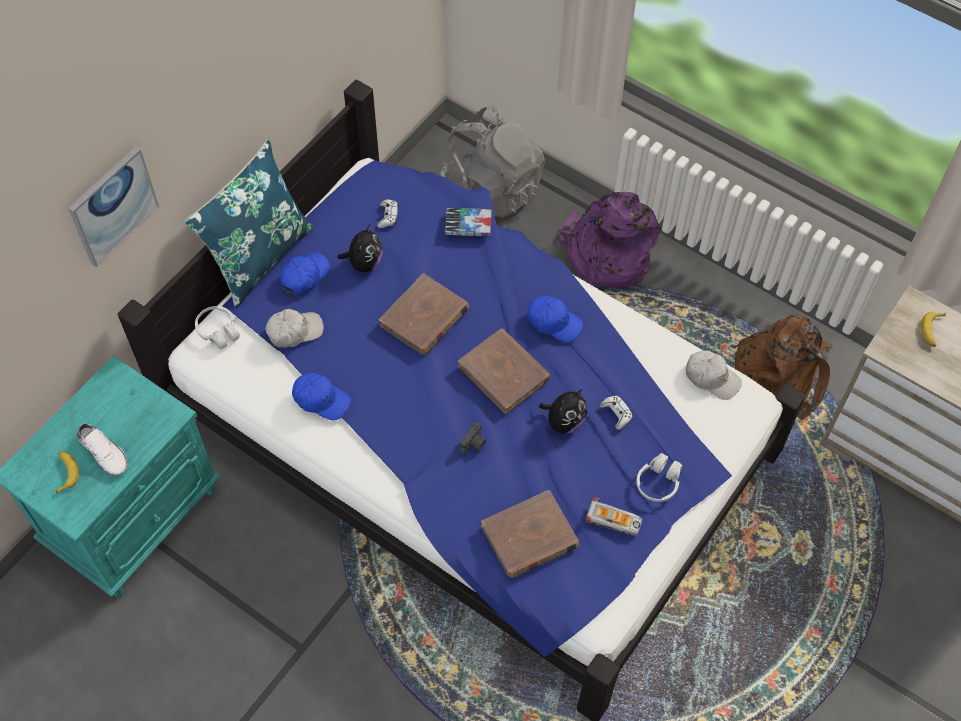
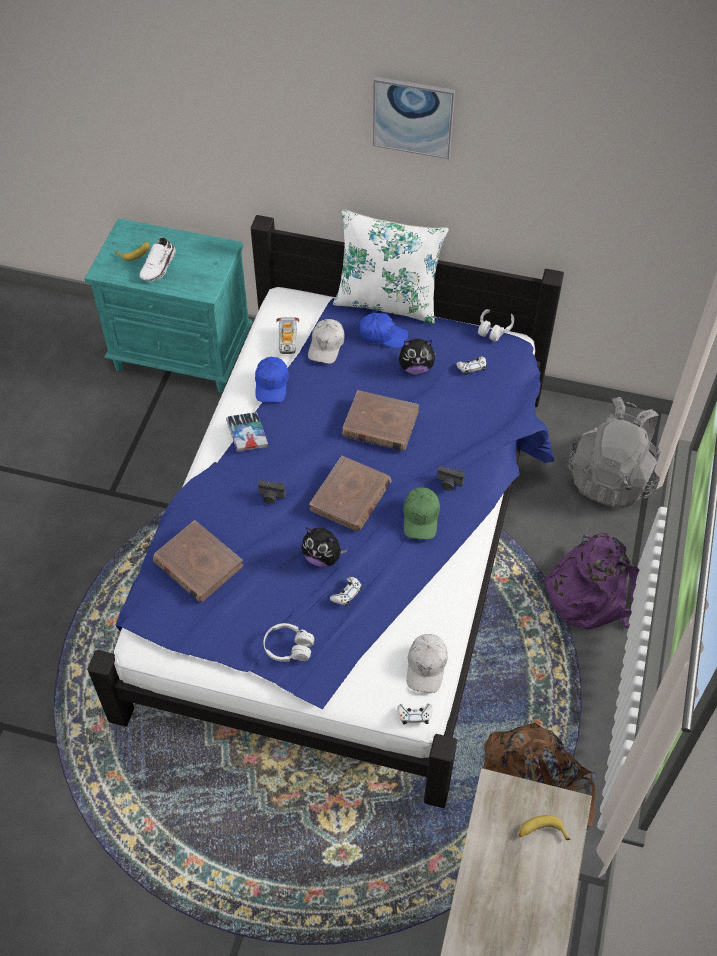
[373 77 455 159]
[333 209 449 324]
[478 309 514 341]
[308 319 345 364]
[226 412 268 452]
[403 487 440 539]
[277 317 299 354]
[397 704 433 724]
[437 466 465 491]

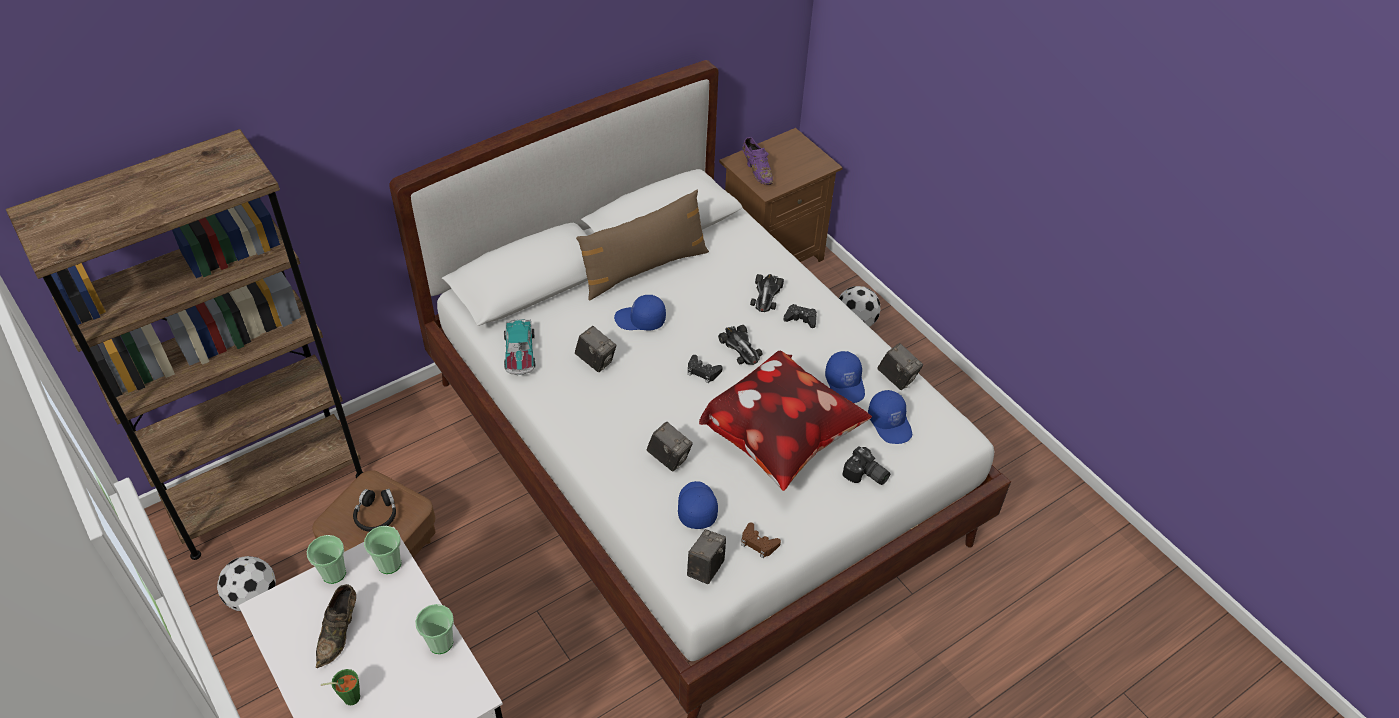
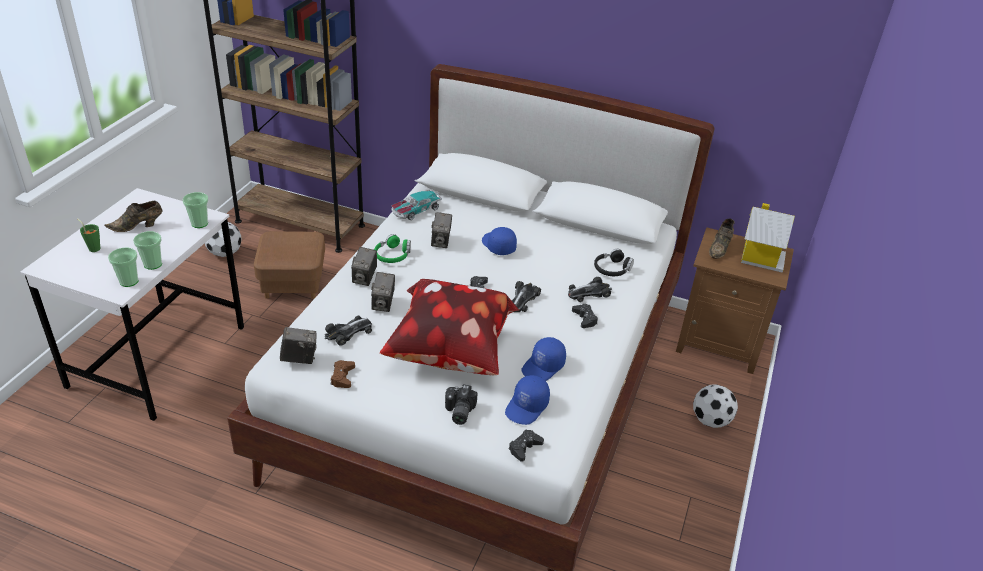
[108 248 139 287]
[594 249 634 276]
[576 190 709 301] (first image)
[325 316 372 346]
[709 219 735 259]
[351 247 377 286]
[374 234 411 263]
[509 430 544 462]
[741 203 795 273]

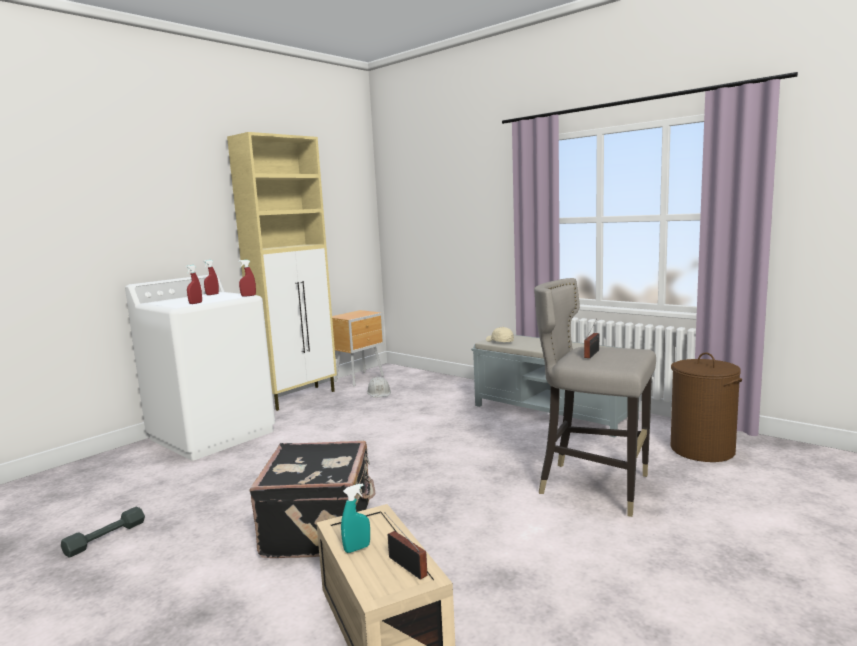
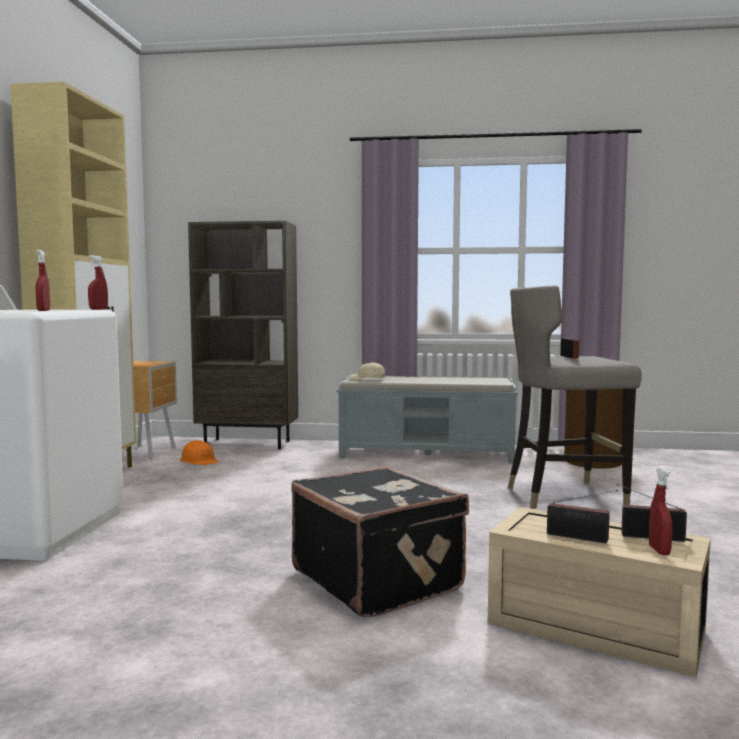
[61 507 145 558] (first image)
[649 467 673 555]
[547 490 618 543]
[180 440 219 465]
[188 221 298 449]

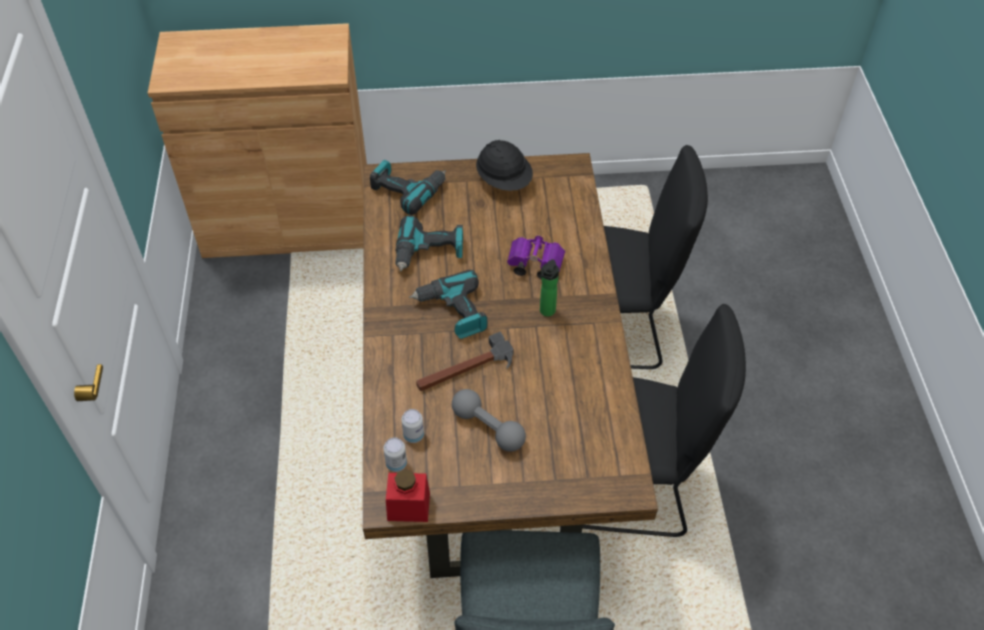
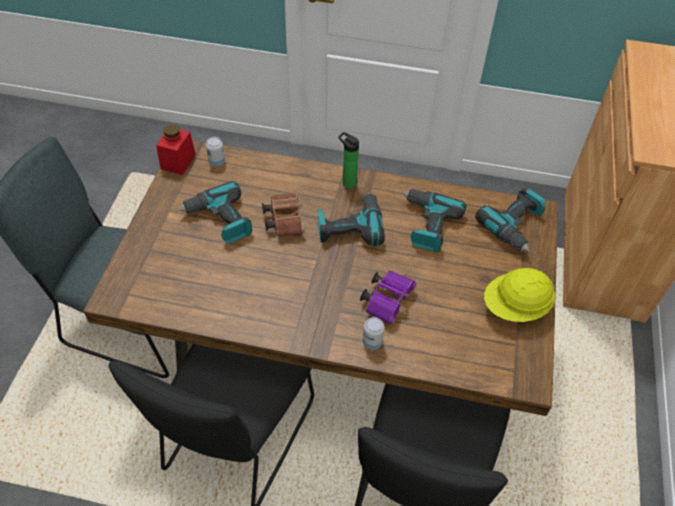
[363 317 385 350]
[262 192 305 237]
[177 181 252 244]
[484 268 555 322]
[338 132 359 189]

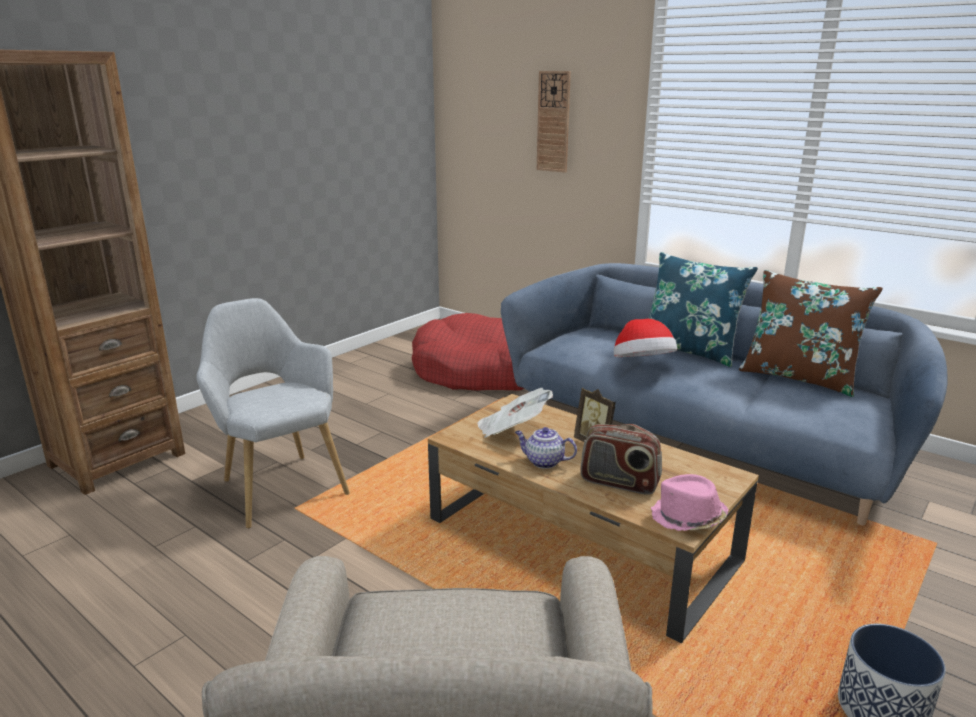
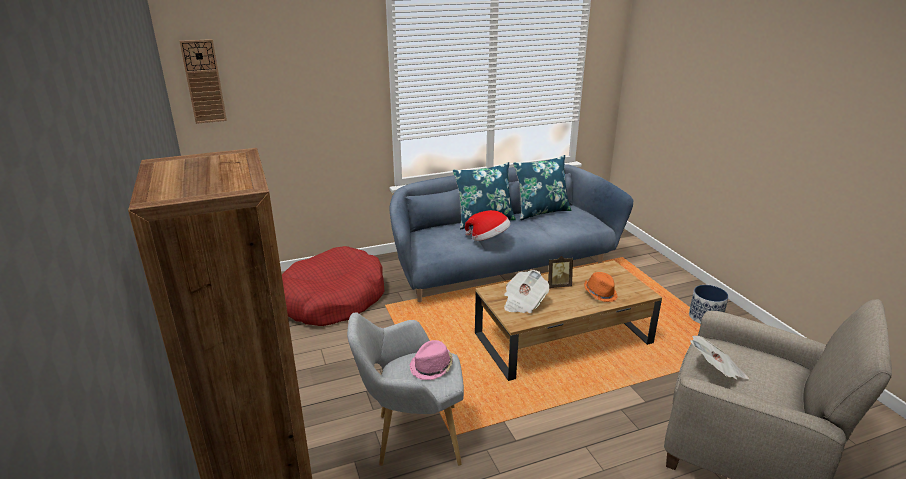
[515 427 577 469] (first image)
[179 39 227 124]
[584 272 618 302]
[410 340 453 380]
[513 155 571 220]
[690 336 749 379]

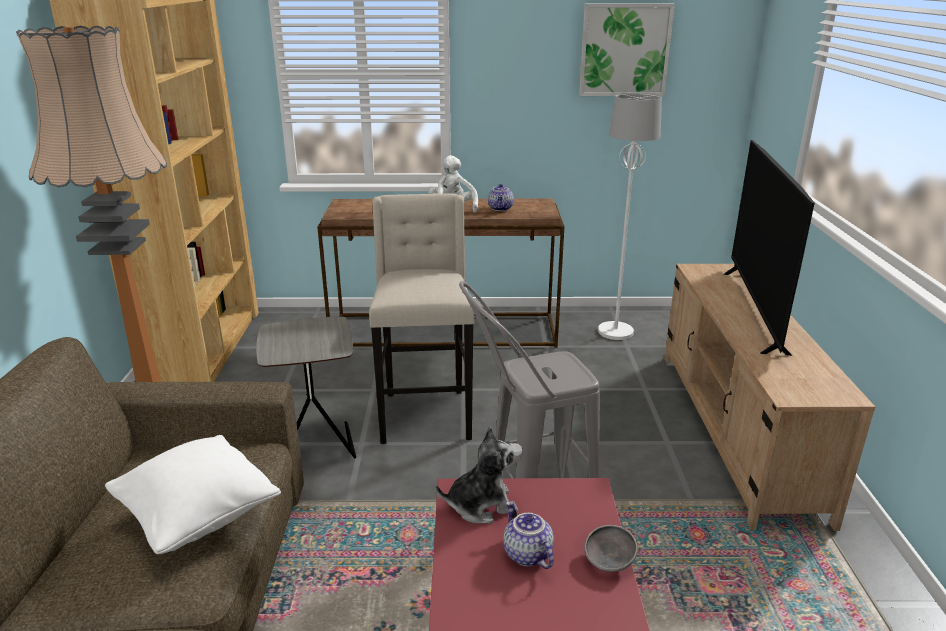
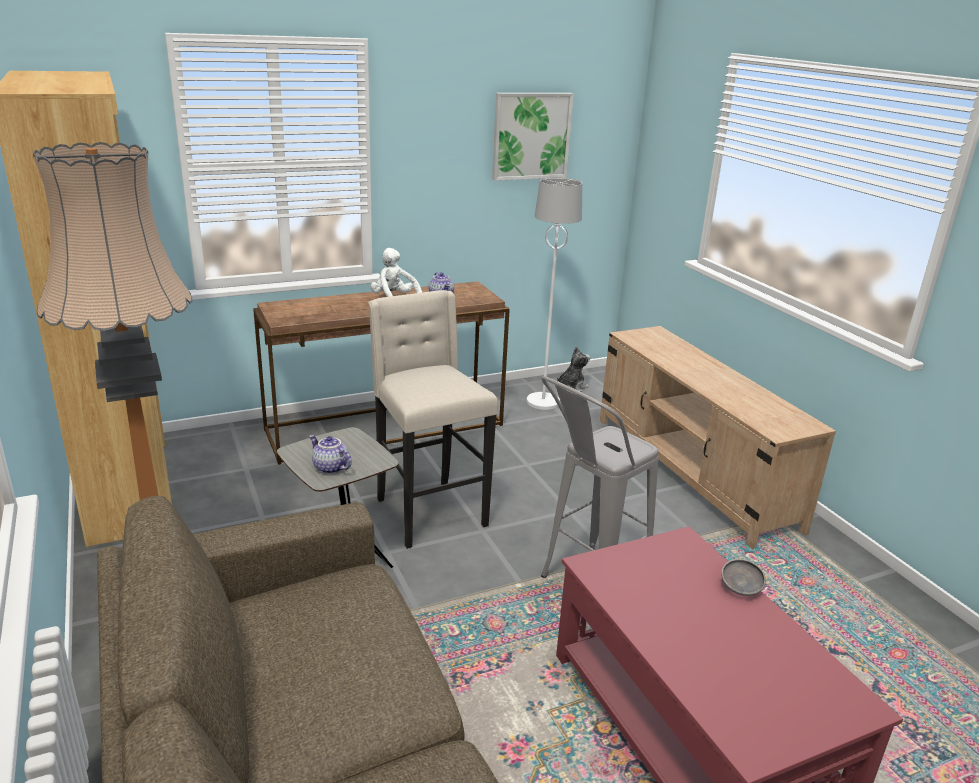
[105 435 281 554] (first image)
[557 347 590 392]
[309 435 352 474]
[724 140 815 356] (first image)

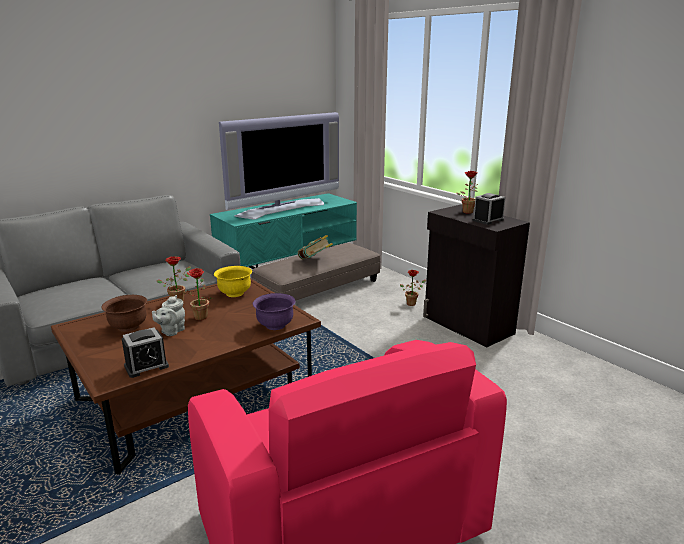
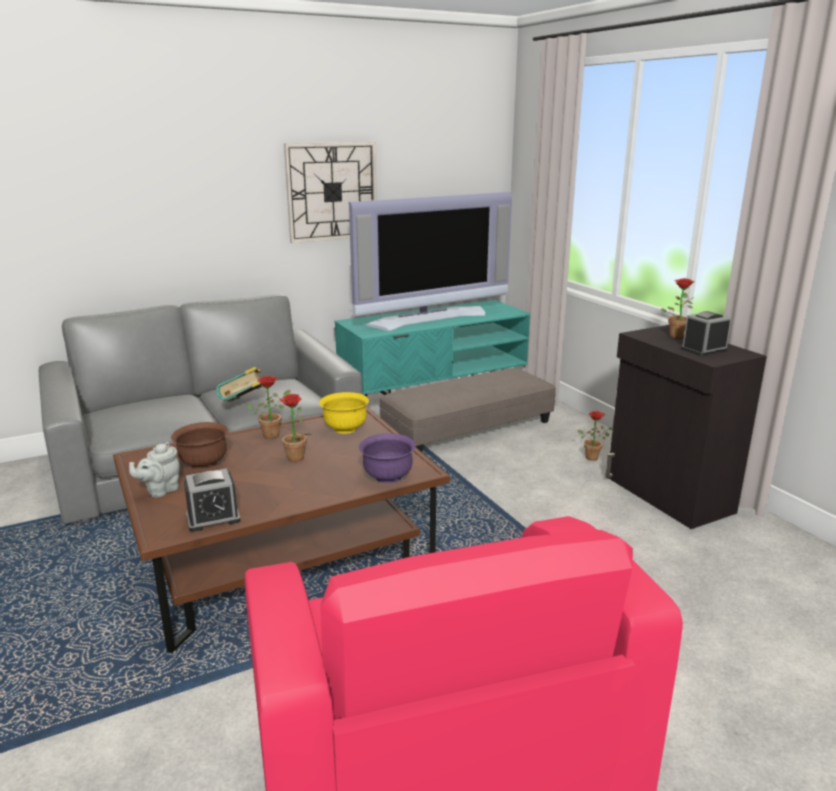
[129 442 180 497]
[216 367 263 402]
[284 142 377 243]

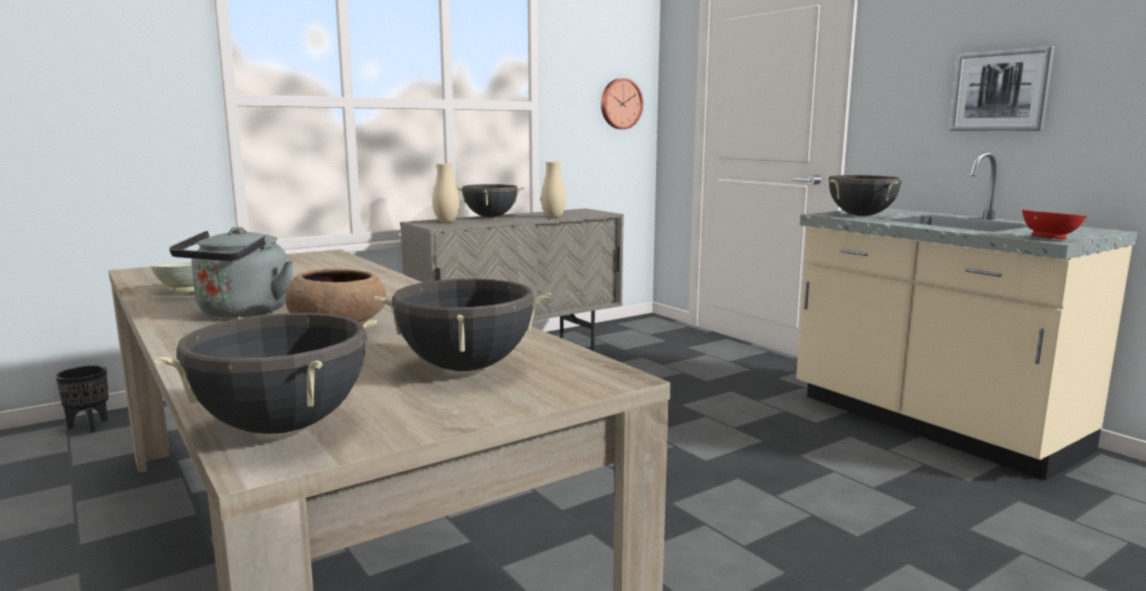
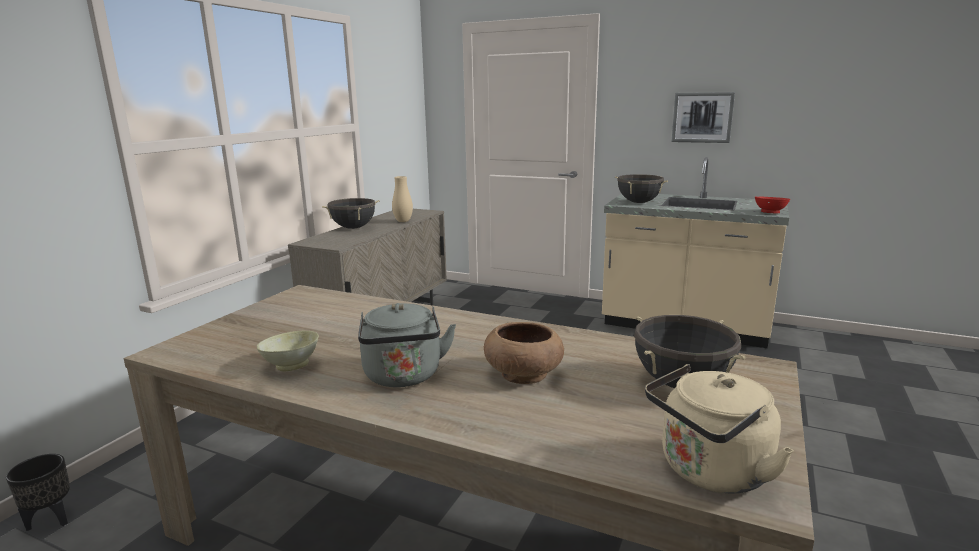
[645 364 794 494]
[432 163 459 223] (first image)
[601 78 643 129] (first image)

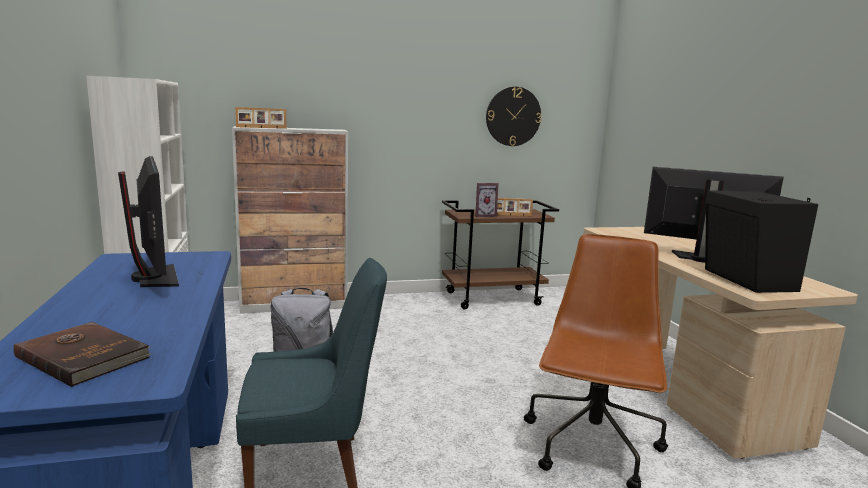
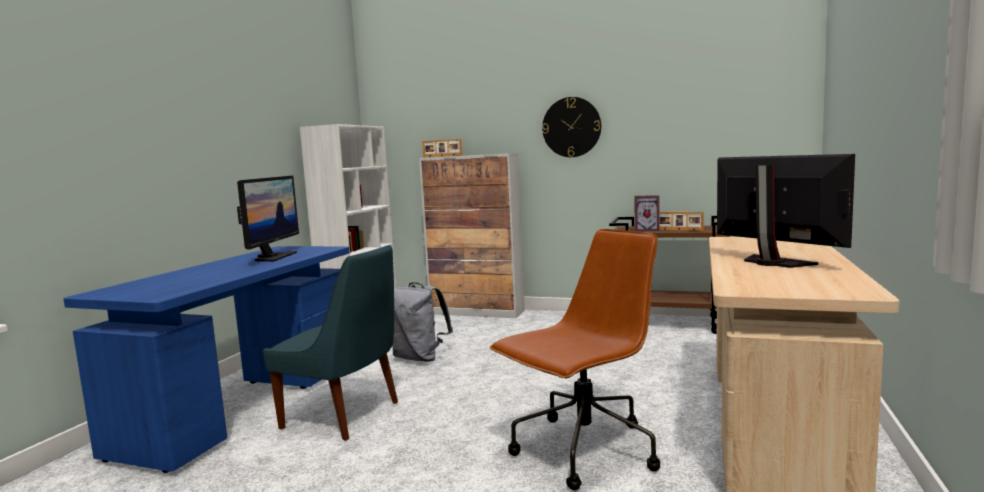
[13 322 151 387] (first image)
[542 97 601 157]
[705 189 818 293] (first image)

